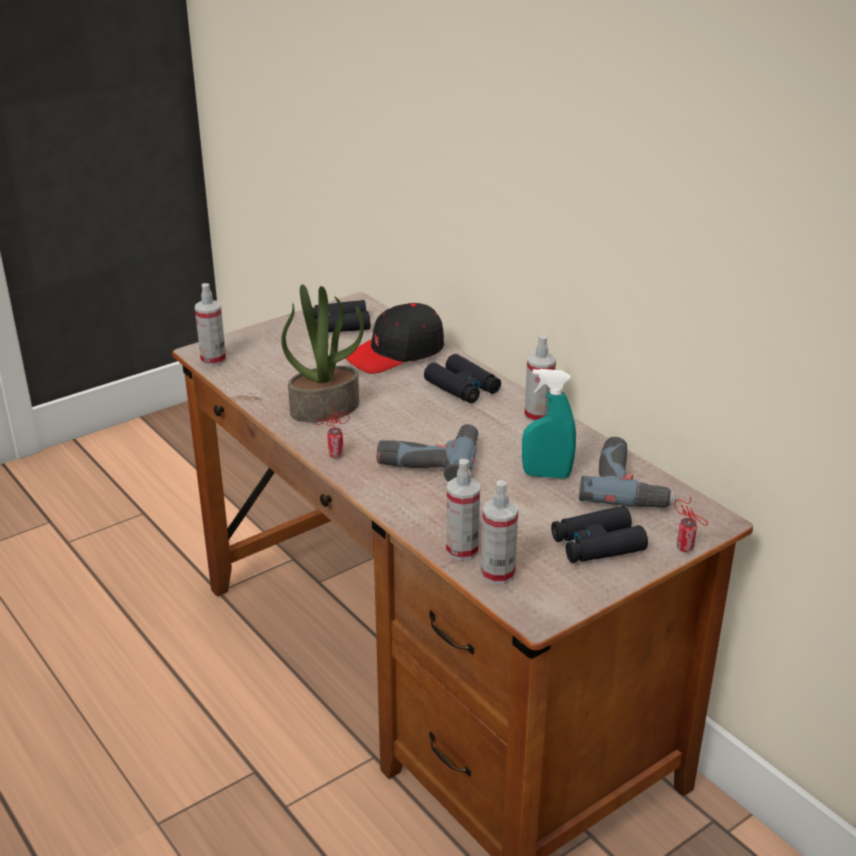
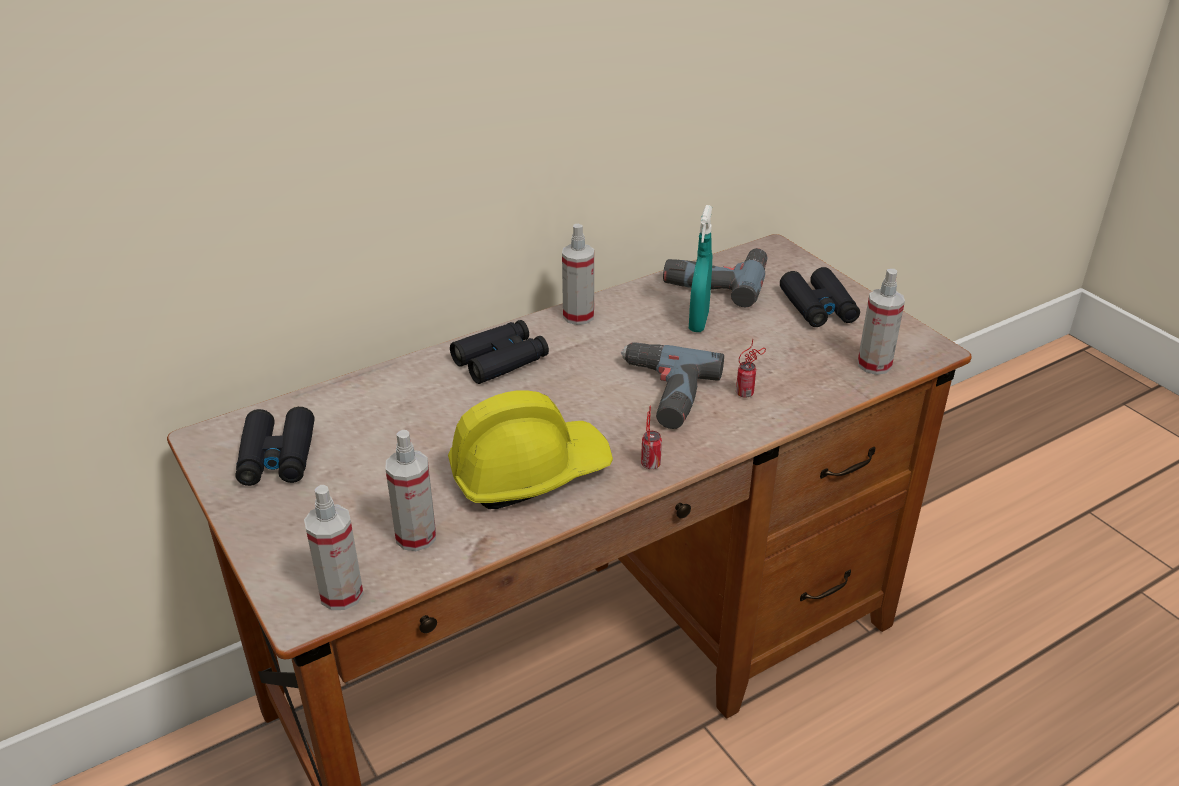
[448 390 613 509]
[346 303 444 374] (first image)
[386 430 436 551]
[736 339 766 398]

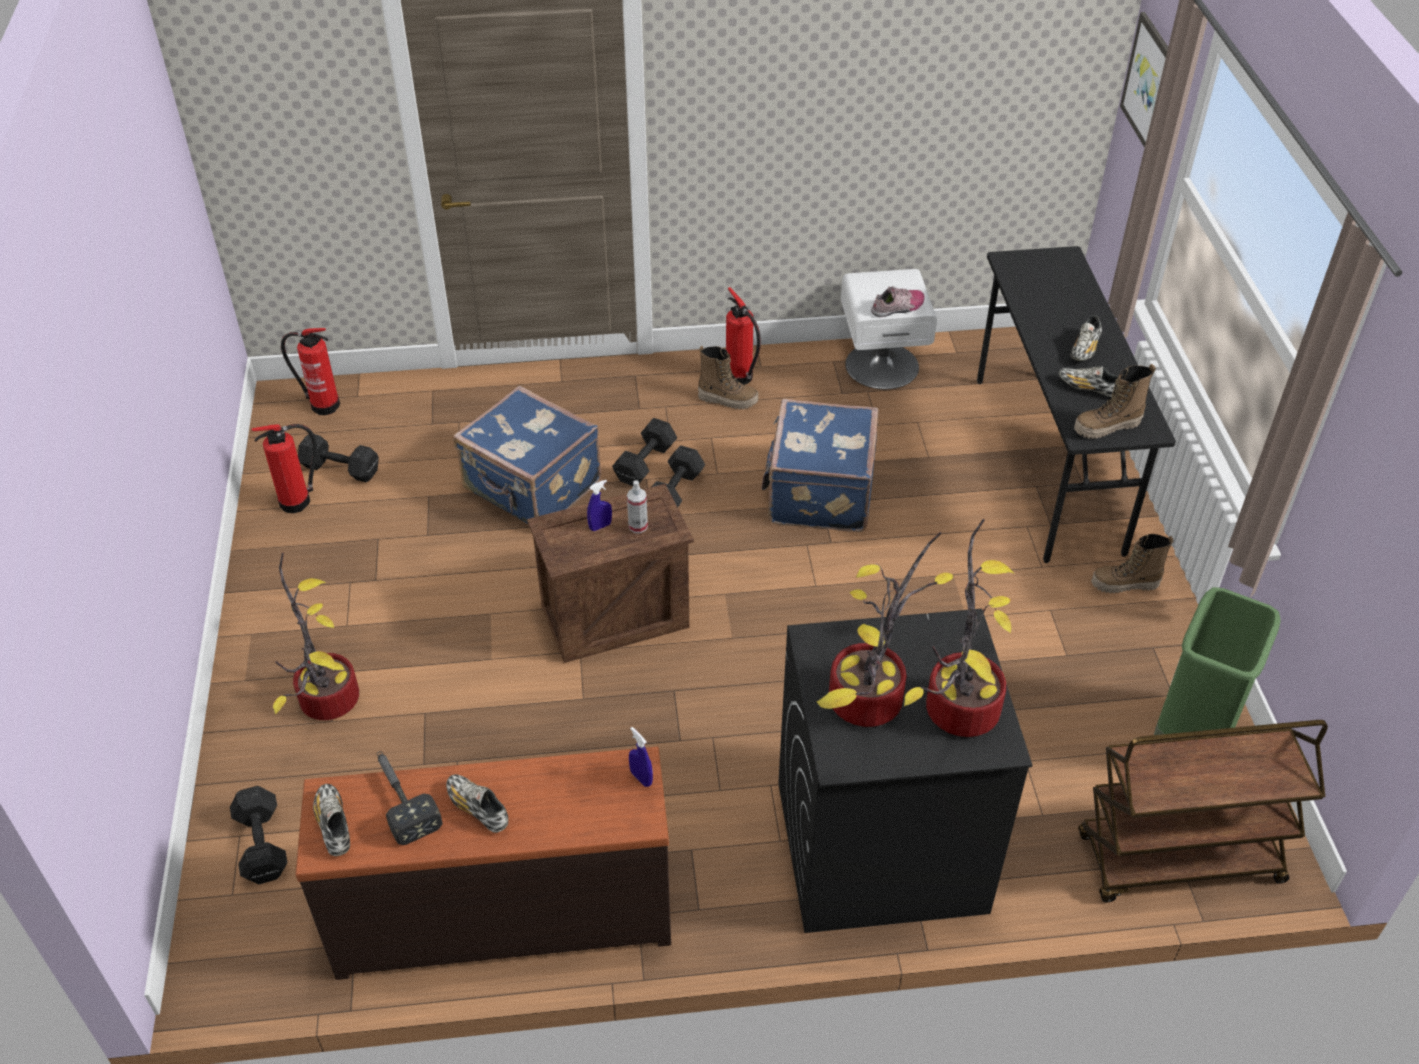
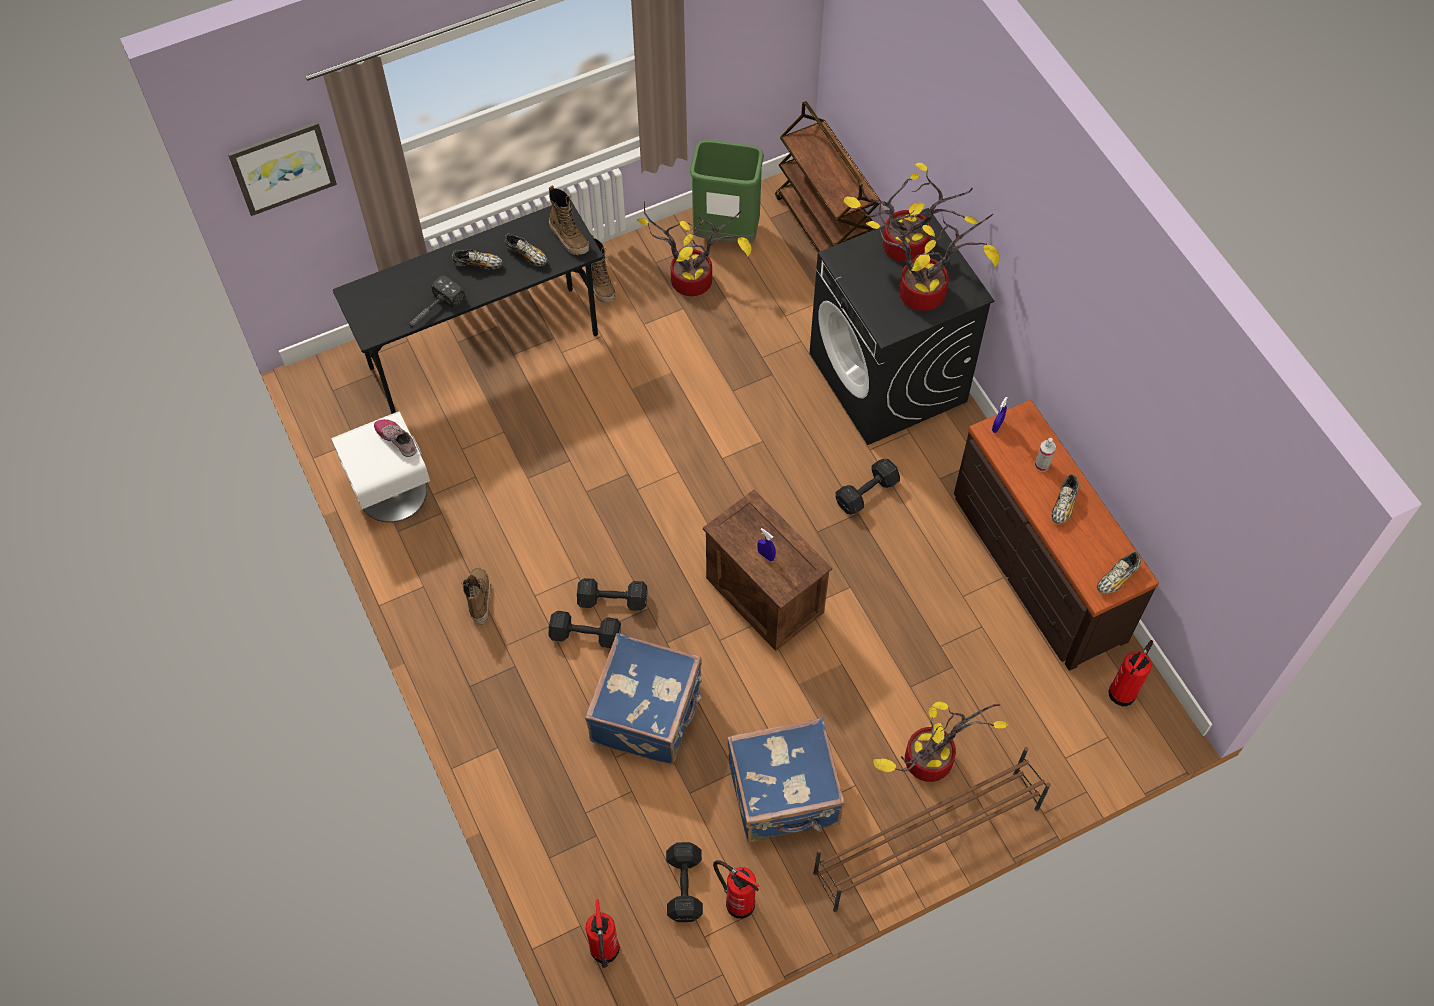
[835 458 900 515]
[407 276 465 329]
[1035 438 1056 472]
[1108 640 1153 706]
[727 718 845 843]
[505 233 547 266]
[637 201 751 296]
[813 747 1051 912]

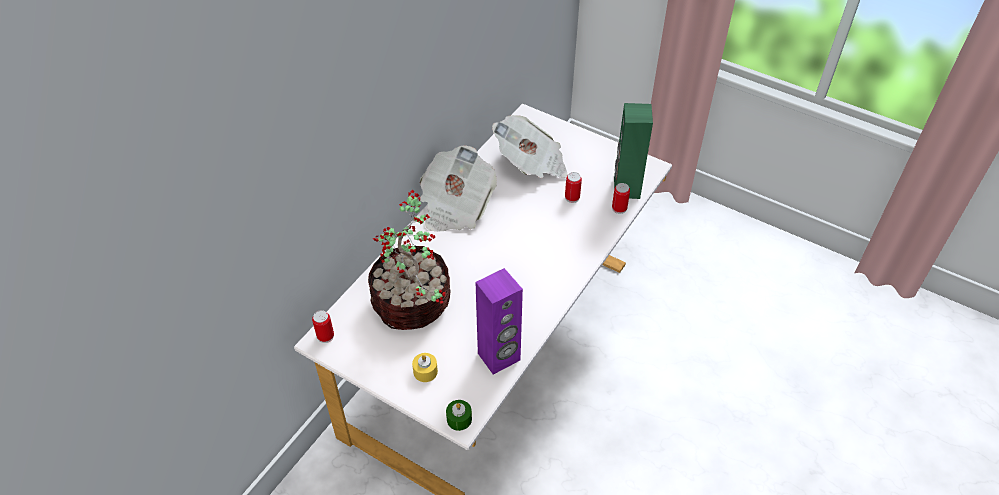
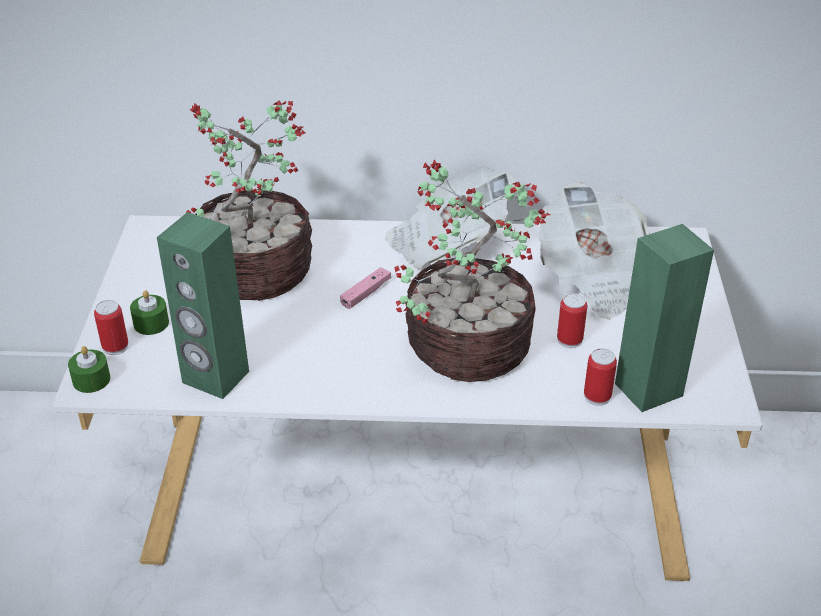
[94 300 128 355]
[130 290 169 335]
[157 212 249 399]
[340 267 391 309]
[394 160 550 382]

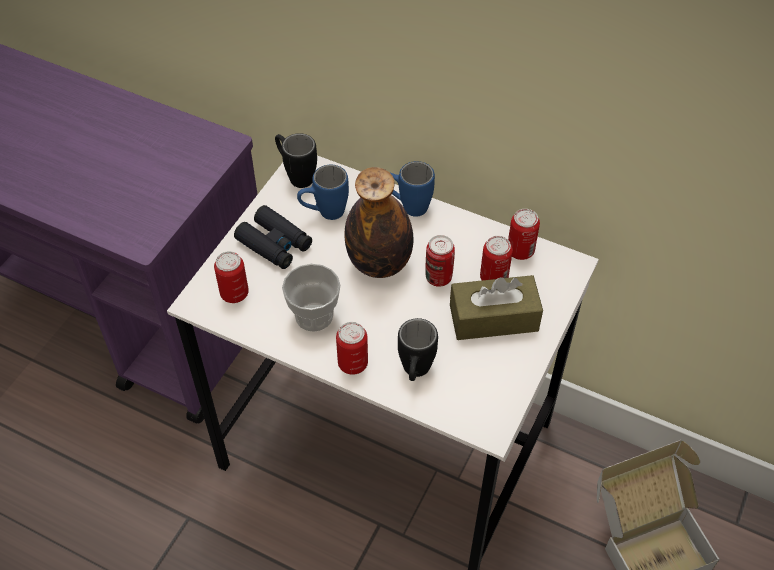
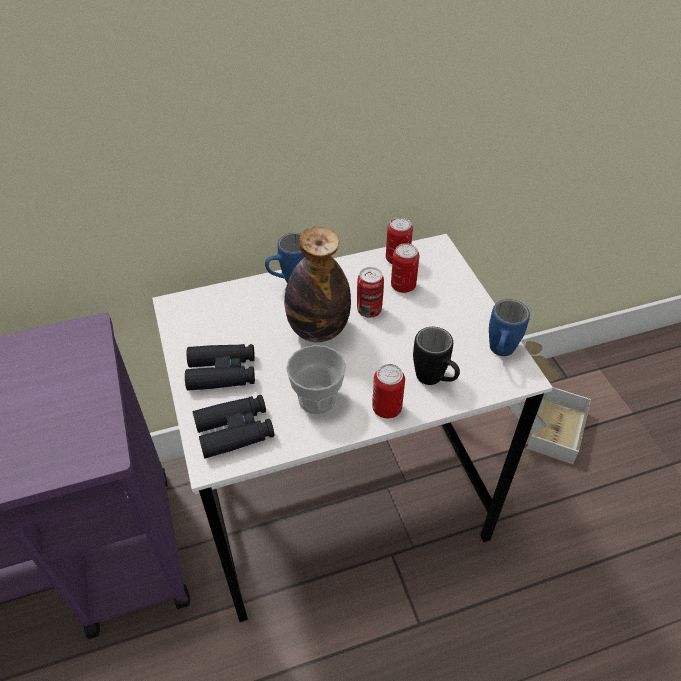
[193 395 274 459]
[275 133 317 188] (first image)
[489 299 530 356]
[450 275 543 340] (first image)

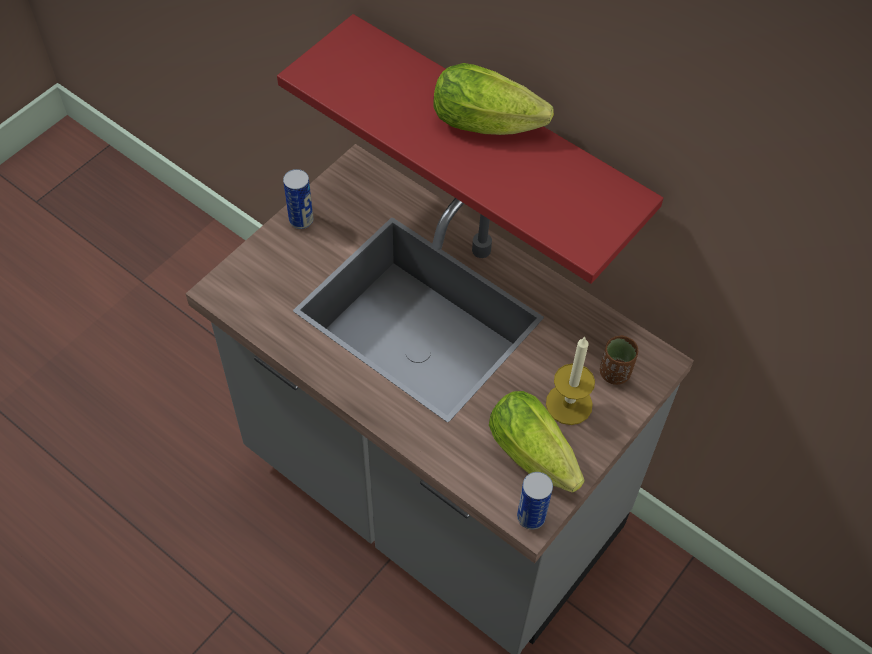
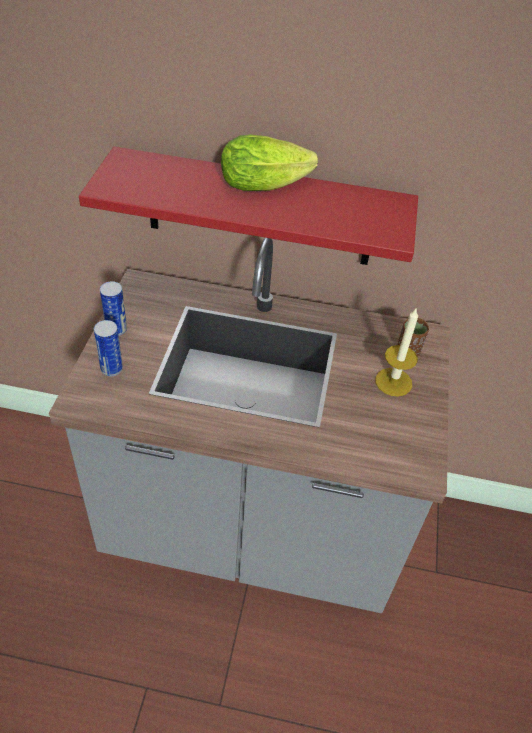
[489 391 585 493] (first image)
[94 320 123 376]

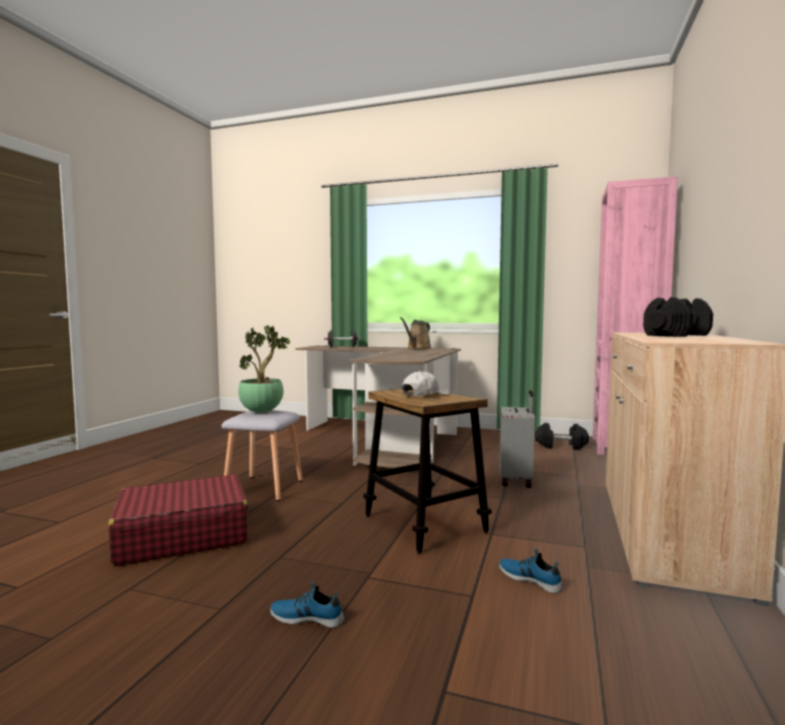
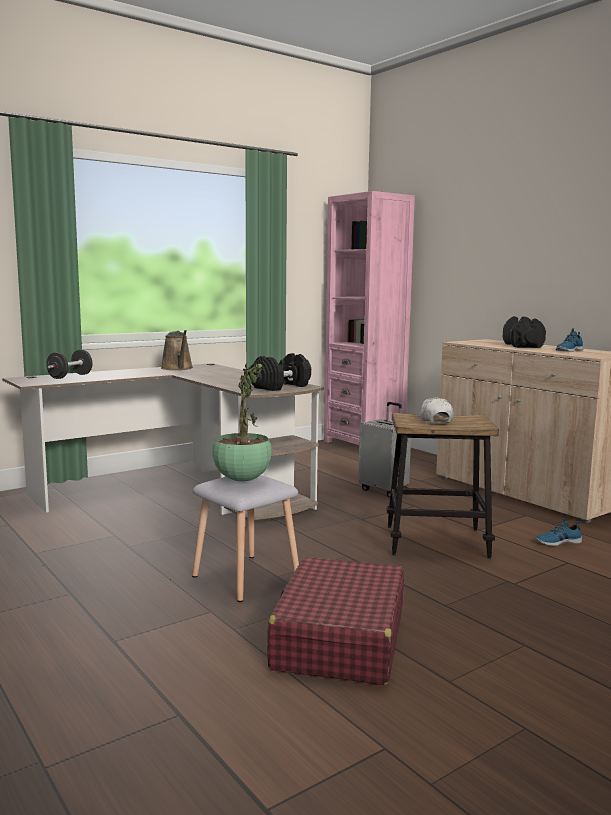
[556 328 583 352]
[251 353 311 391]

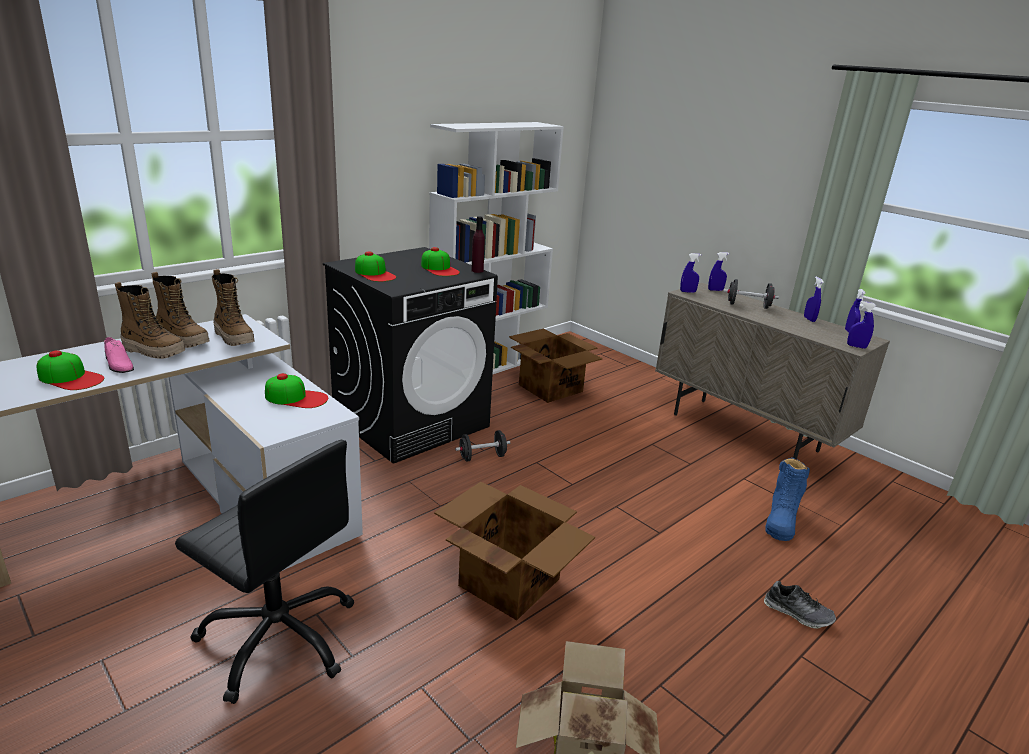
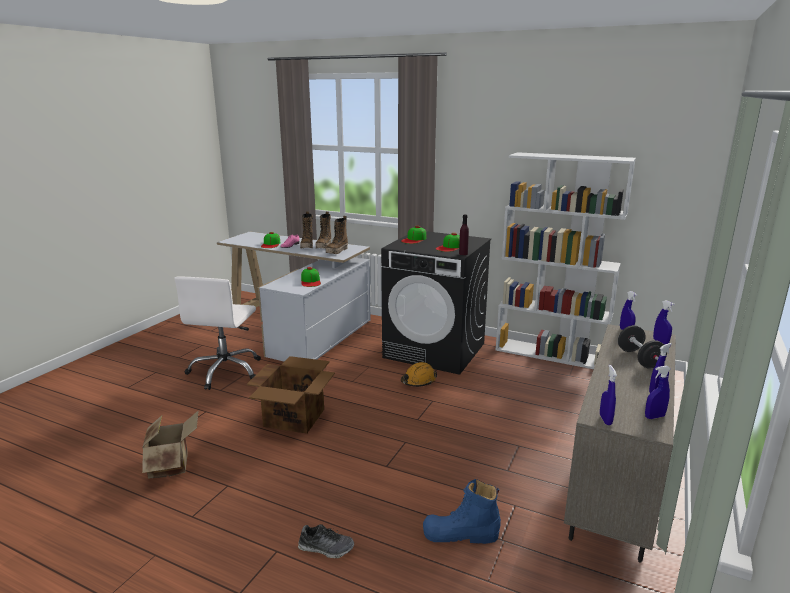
[174 276 261 390]
[401 362 437 387]
[509 328 603 403] (first image)
[298 524 354 558]

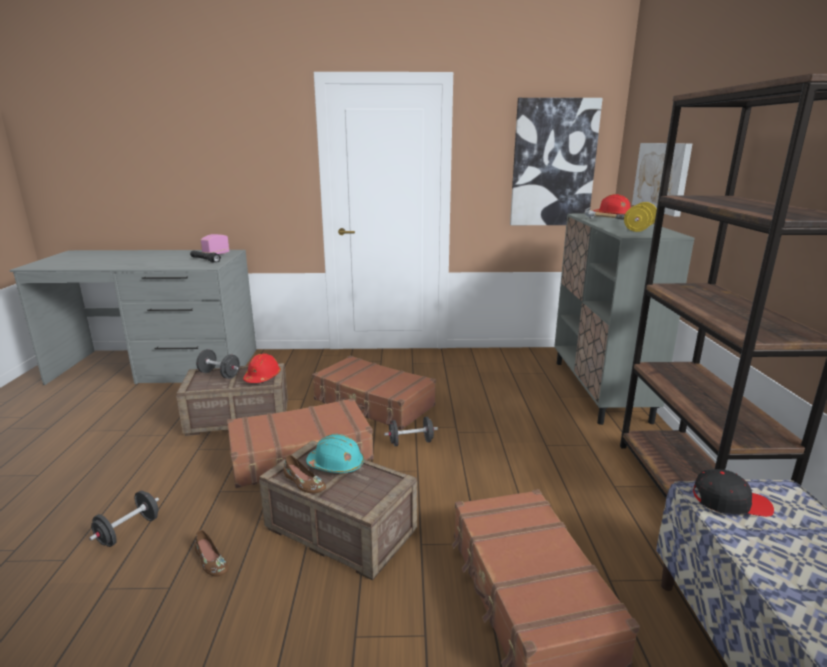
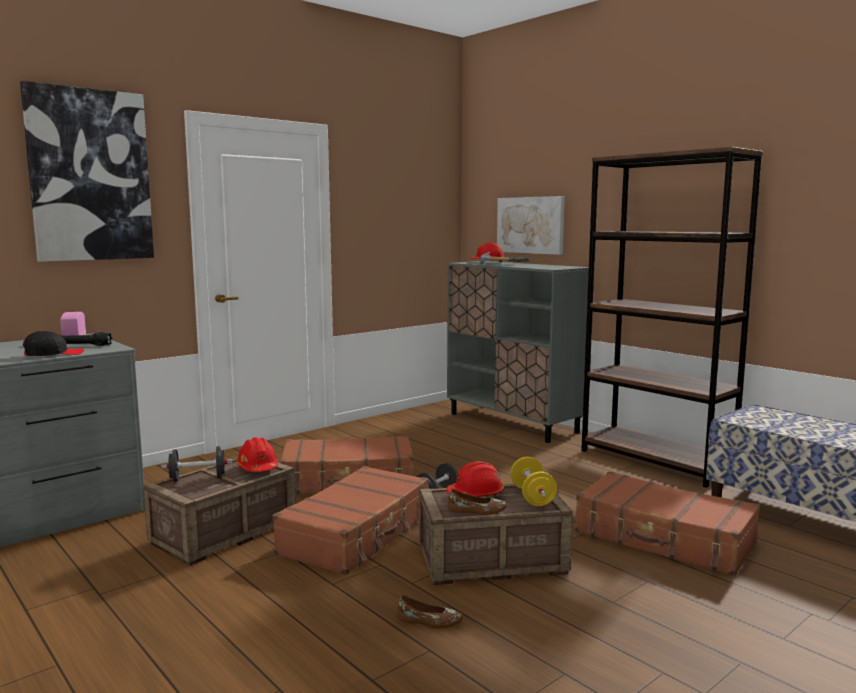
[89 490 159 547] (first image)
[446 461 504 497]
[20 81 154 262]
[510 457 557 506]
[23 330 84 356]

